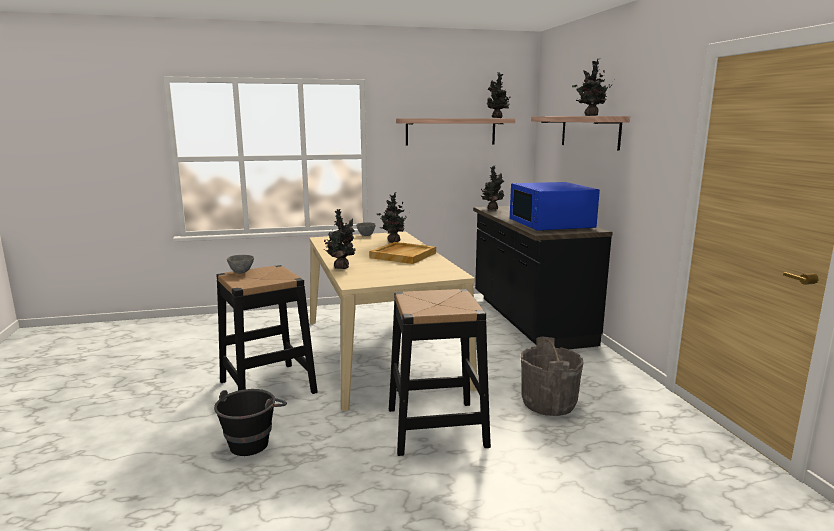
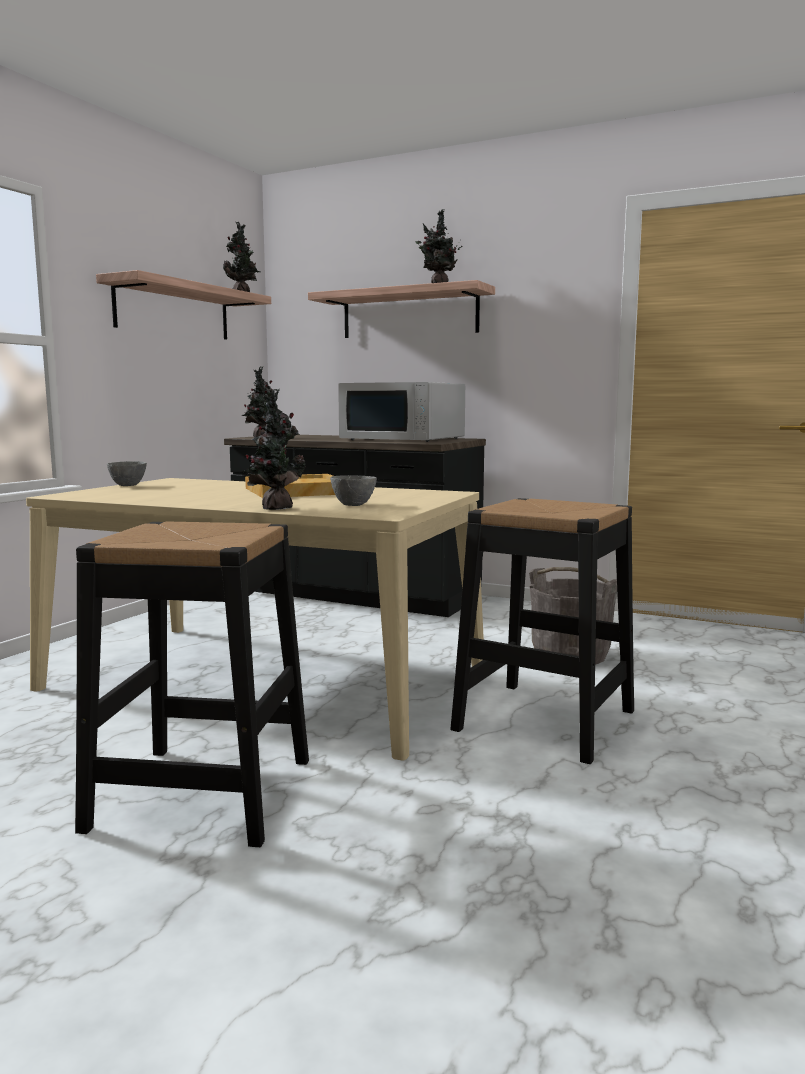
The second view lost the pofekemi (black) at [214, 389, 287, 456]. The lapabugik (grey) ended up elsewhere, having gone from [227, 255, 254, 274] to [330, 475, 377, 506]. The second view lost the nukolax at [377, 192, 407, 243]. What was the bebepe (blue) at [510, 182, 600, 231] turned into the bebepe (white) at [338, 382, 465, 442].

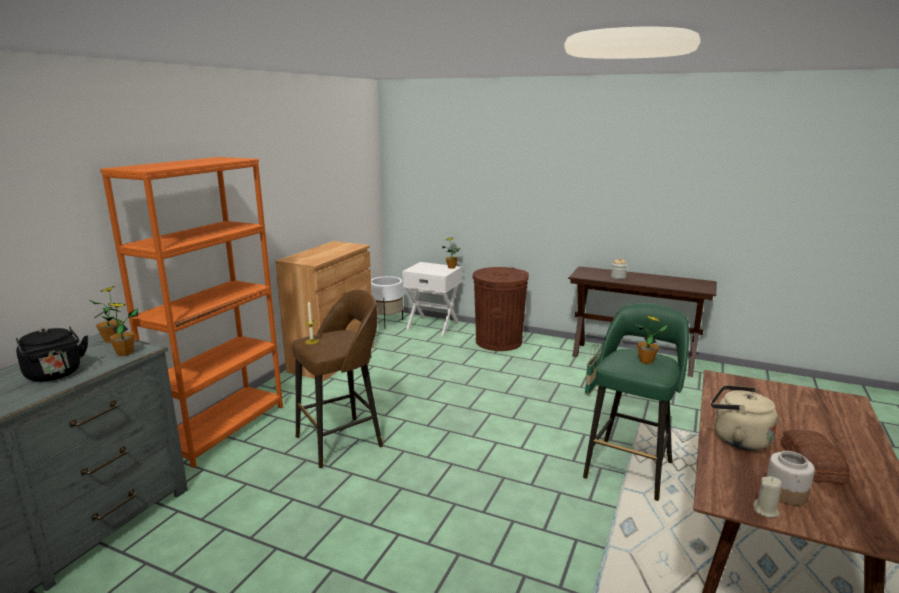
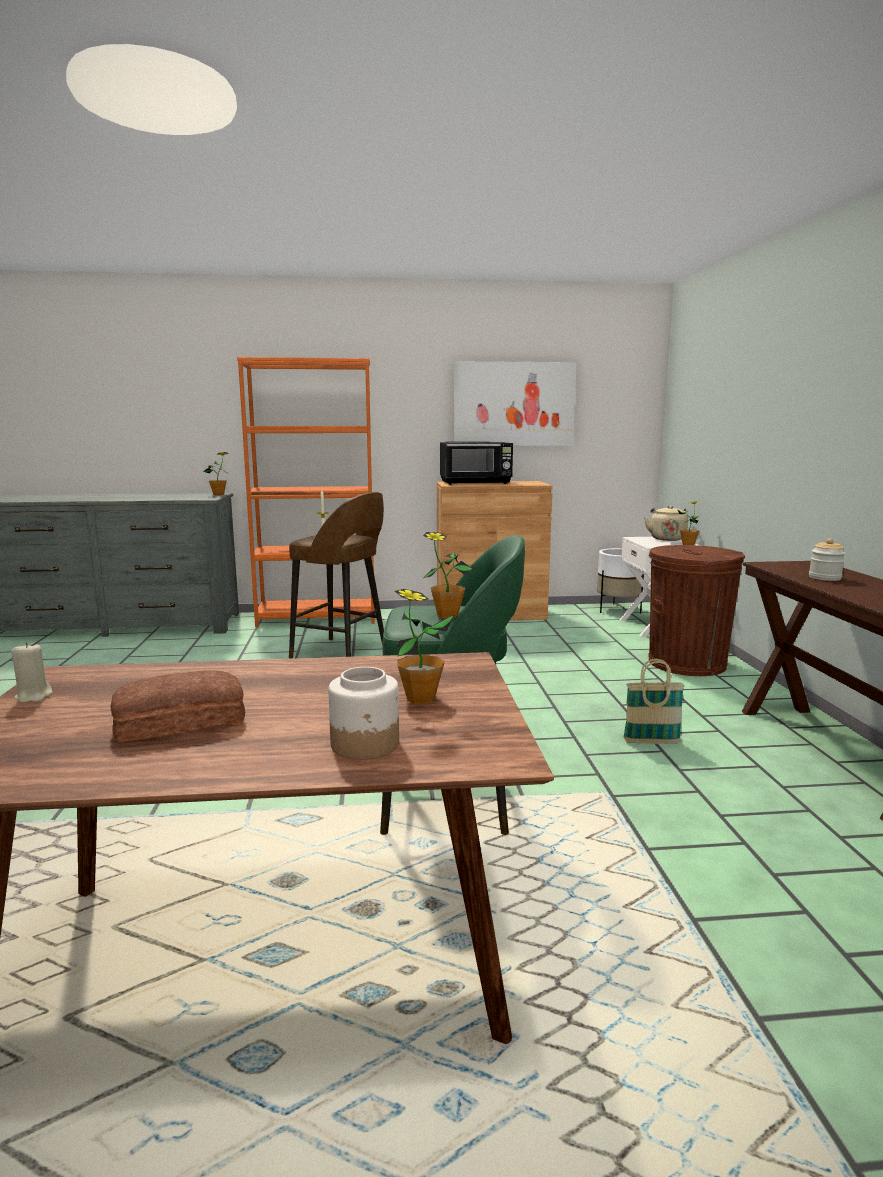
The second view lost the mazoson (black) at [16, 326, 88, 382]. The nukolax ended up elsewhere, having gone from [101, 303, 138, 356] to [395, 589, 454, 704]. The mazoson (beige) ended up elsewhere, having gone from [711, 385, 778, 451] to [644, 506, 688, 541]. The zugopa ended up elsewhere, having gone from [766, 451, 815, 506] to [328, 667, 399, 760]. The second view gained the bebepe (black) at [440, 441, 513, 485]. The second view gained the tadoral at [454, 361, 576, 446].

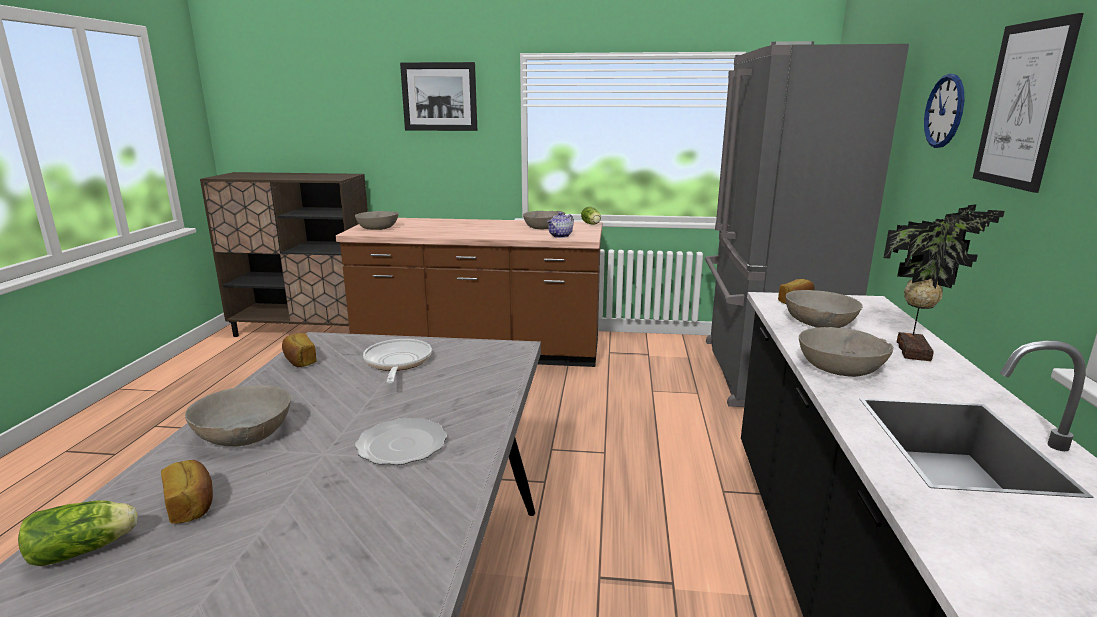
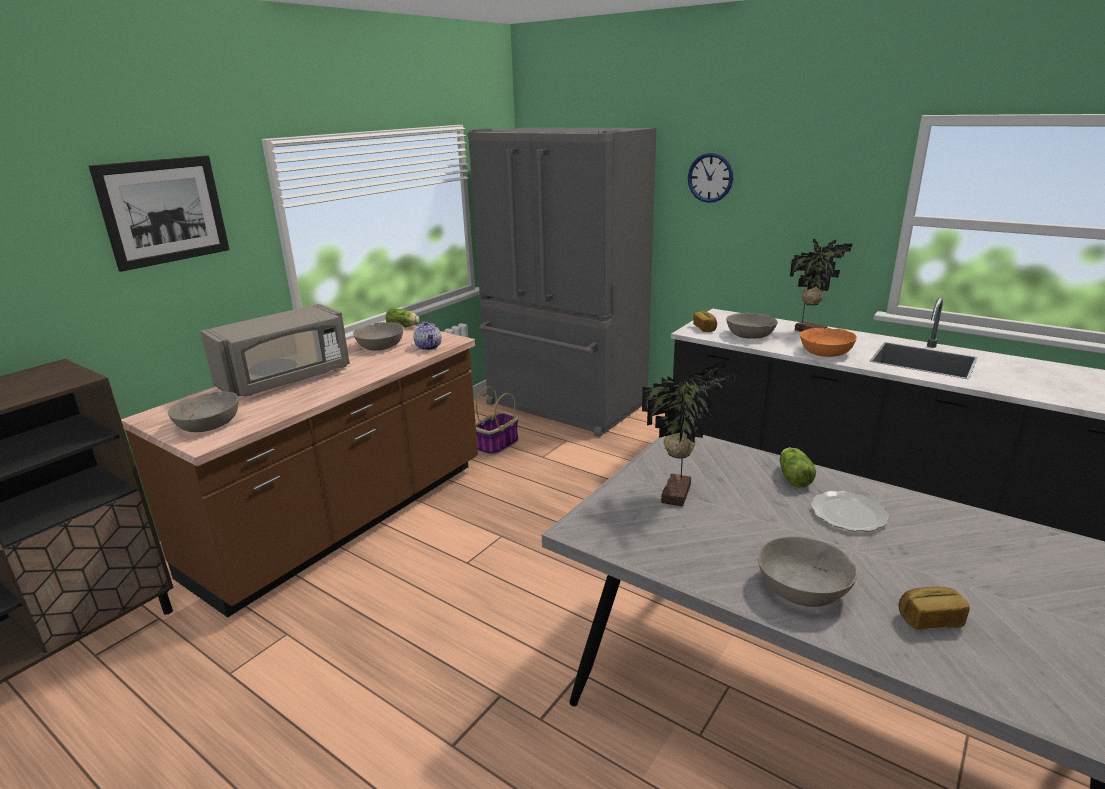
The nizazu ended up elsewhere, having gone from [18, 500, 138, 566] to [780, 448, 816, 488]. The second view lost the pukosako at [282, 333, 317, 367]. Where the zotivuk stood at [363, 339, 432, 383], the nukolax came to stand at [642, 362, 735, 507]. What was the lapabugik (grey) at [799, 327, 894, 377] turned into the lapabugik (orange) at [800, 328, 857, 357]. The second view lost the tadoral at [973, 13, 1084, 193]. The second view gained the bebepe (grey) at [200, 304, 350, 397]. The second view gained the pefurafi at [476, 387, 518, 455].

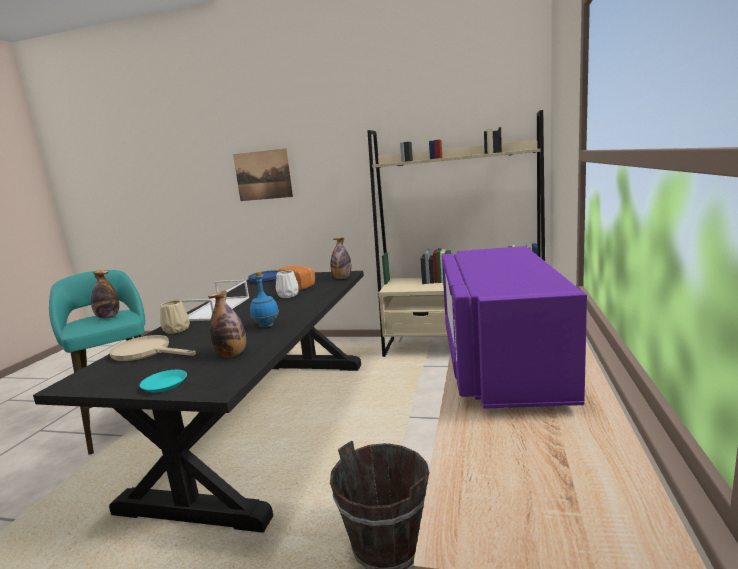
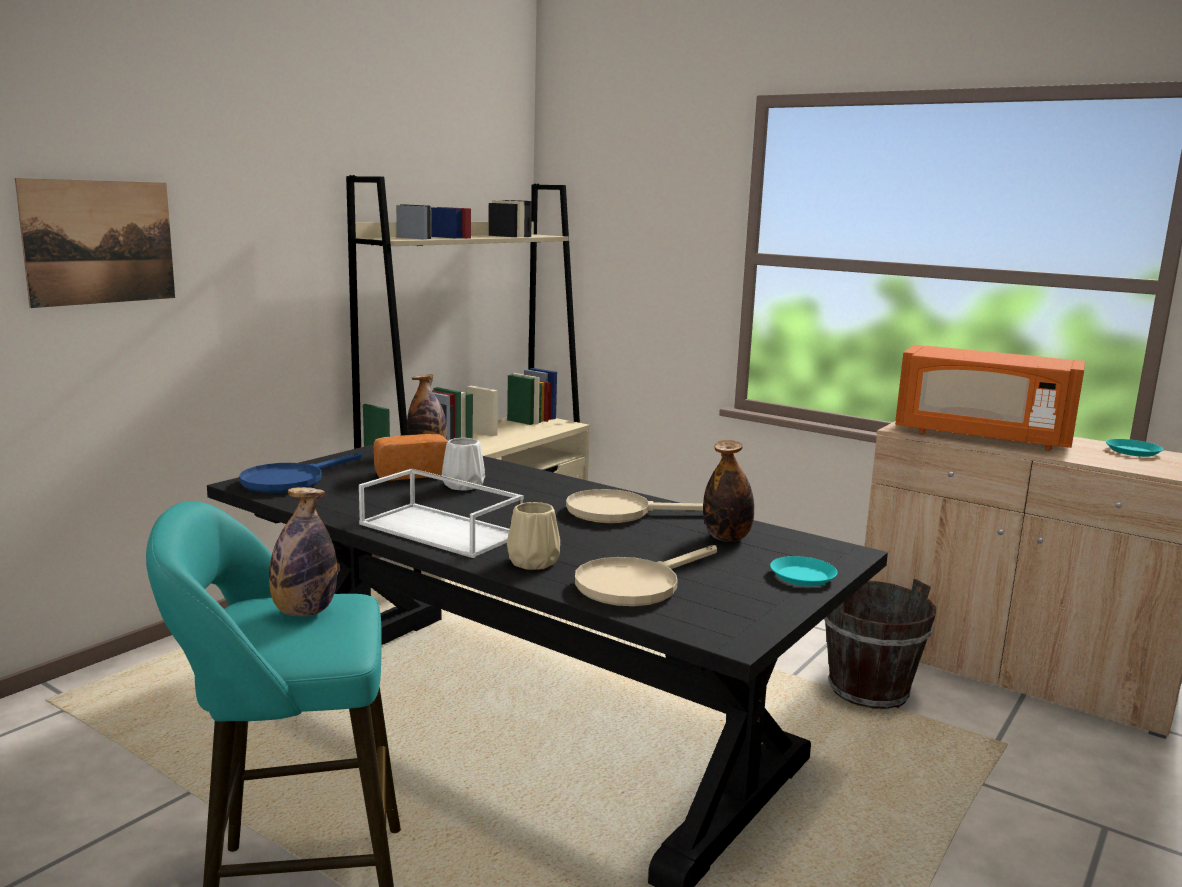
Where the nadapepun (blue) stood at [250, 272, 279, 328], the zotivuk (beige) came to stand at [566, 489, 703, 523]. What was the bebepe (purple) at [442, 246, 587, 409] turned into the bebepe (orange) at [895, 345, 1085, 450]. The second view gained the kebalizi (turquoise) at [1106, 439, 1163, 457].

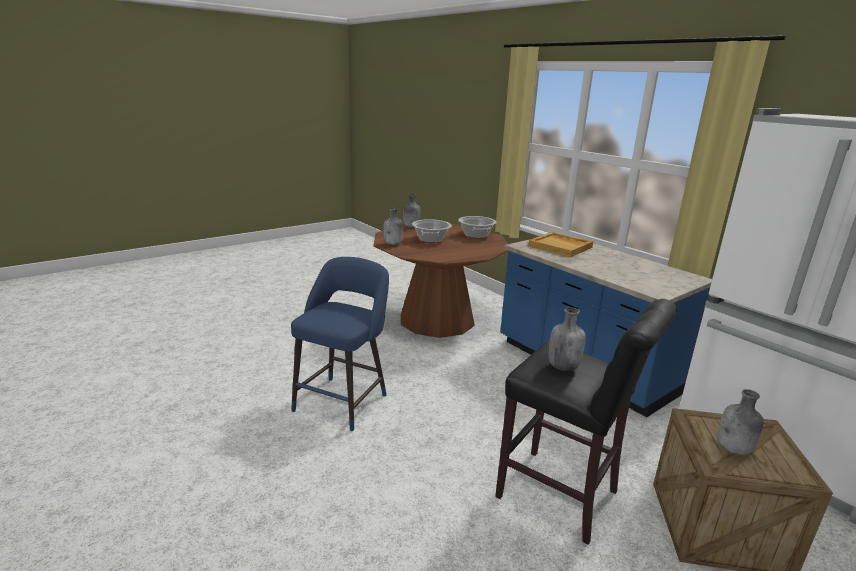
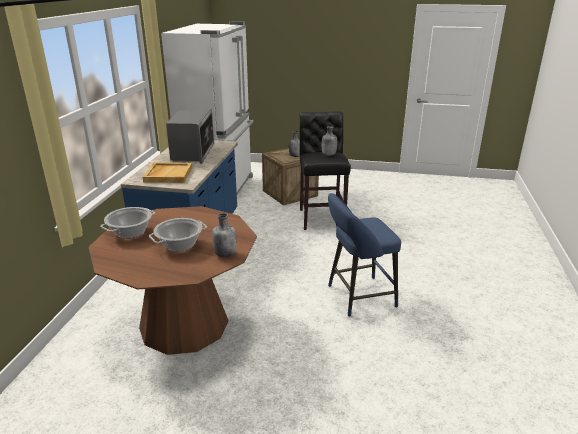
The second view lost the nadapepun (grey) at [403, 194, 420, 227]. The second view gained the bebepe at [166, 108, 214, 164].

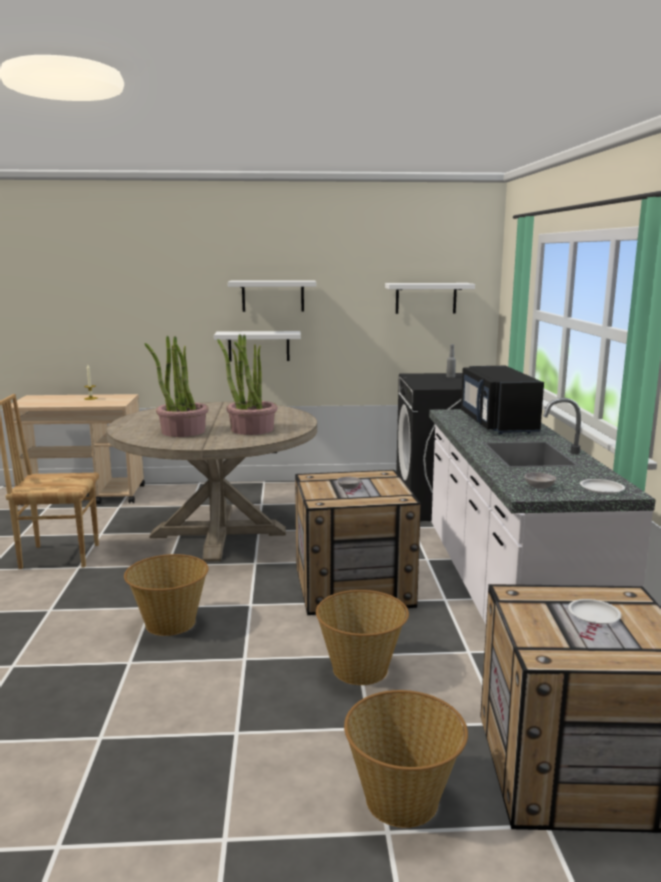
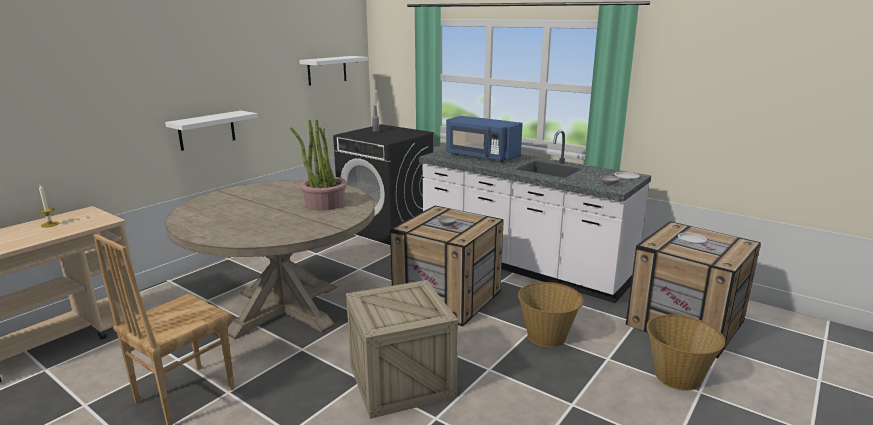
Where the pefurafi stood at [124, 554, 209, 636], the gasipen came to stand at [346, 280, 458, 419]. The second view lost the nukolax at [145, 336, 209, 437]. The second view lost the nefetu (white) at [228, 280, 316, 312]. What was the bebepe (black) at [461, 366, 544, 434] turned into the bebepe (blue) at [446, 116, 523, 162].

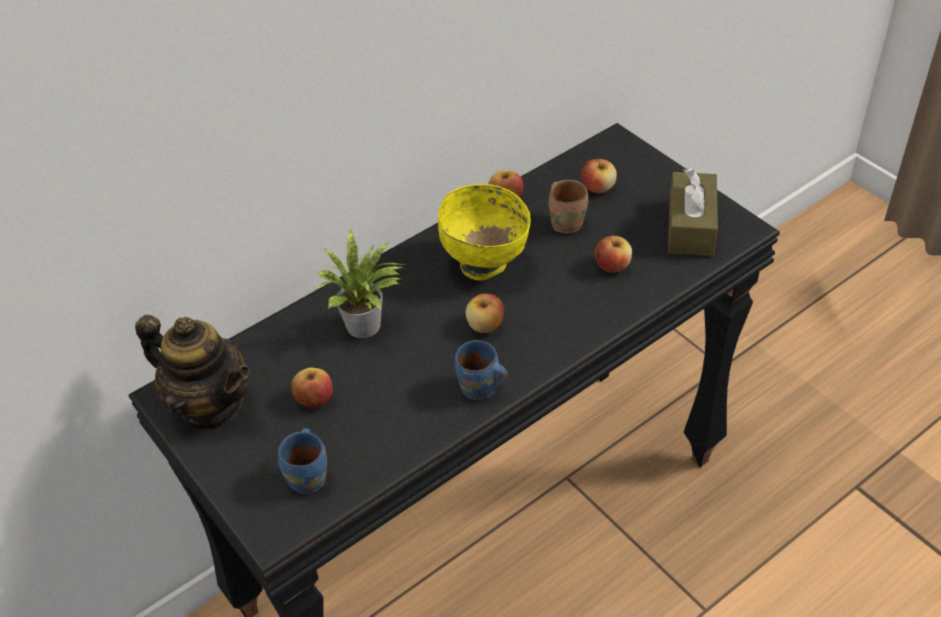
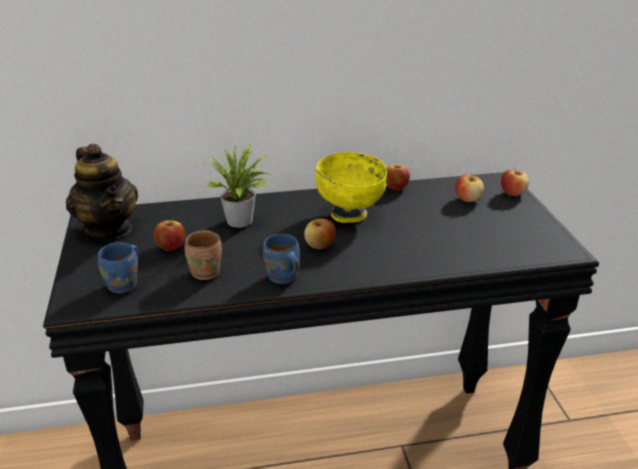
The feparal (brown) ended up elsewhere, having gone from [548, 180, 588, 233] to [185, 230, 222, 280]. The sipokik ended up elsewhere, having gone from [594, 236, 632, 273] to [501, 167, 529, 196]. The second view lost the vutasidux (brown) at [668, 168, 718, 256].

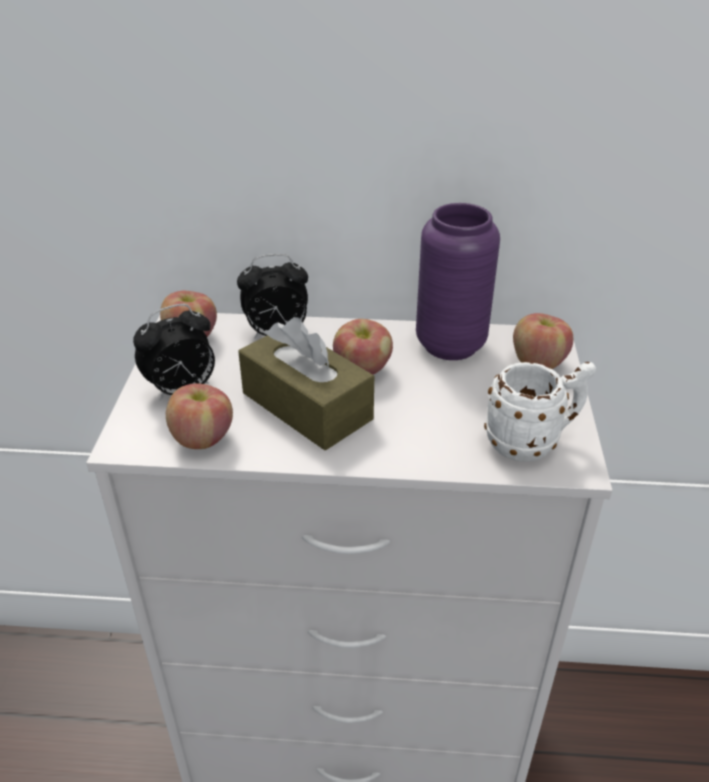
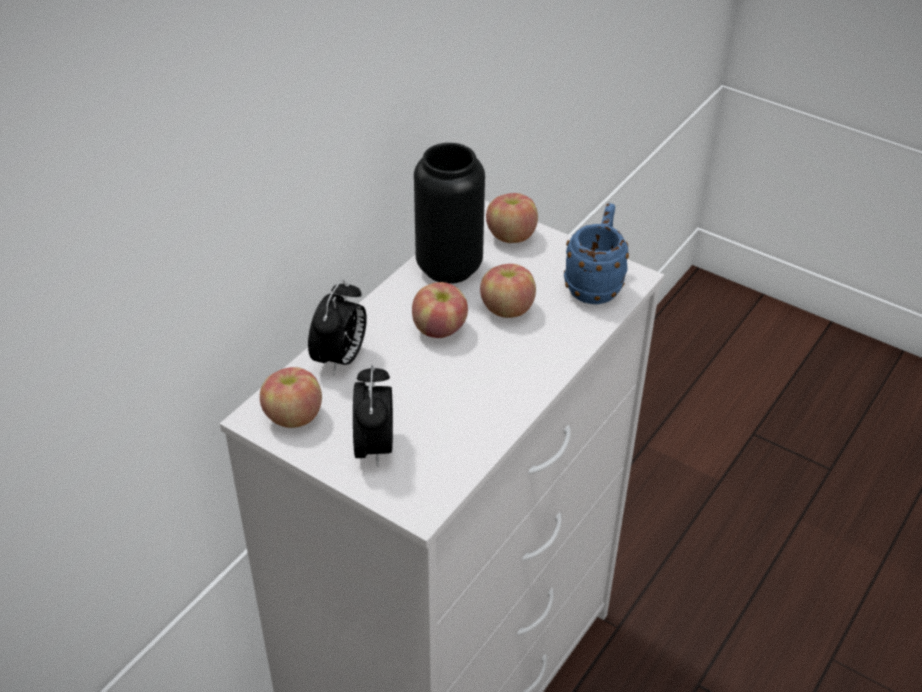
The sipokik ended up elsewhere, having gone from [166, 383, 233, 449] to [480, 264, 536, 318]. The second view lost the vutasidux (brown) at [238, 317, 374, 450]. What was the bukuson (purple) at [416, 203, 500, 360] turned into the bukuson (black) at [414, 143, 485, 284]. What was the feparal (white) at [484, 362, 596, 462] turned into the feparal (blue) at [564, 203, 629, 304].

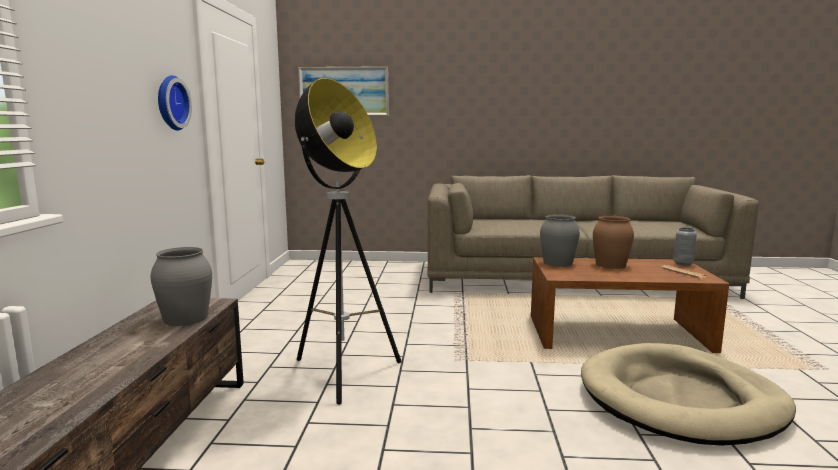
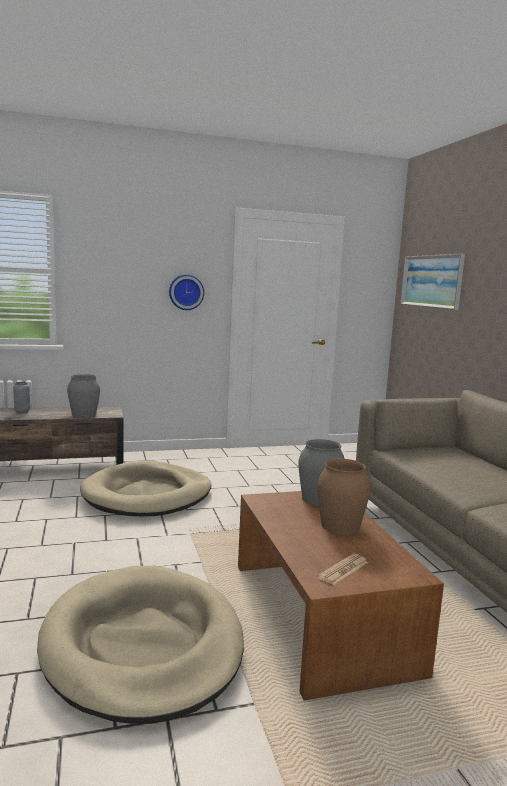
Where the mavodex stood at [295, 78, 401, 405], the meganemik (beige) came to stand at [80, 461, 212, 516]. The bukuson (grey) ended up elsewhere, having gone from [674, 227, 697, 266] to [13, 382, 30, 413].

